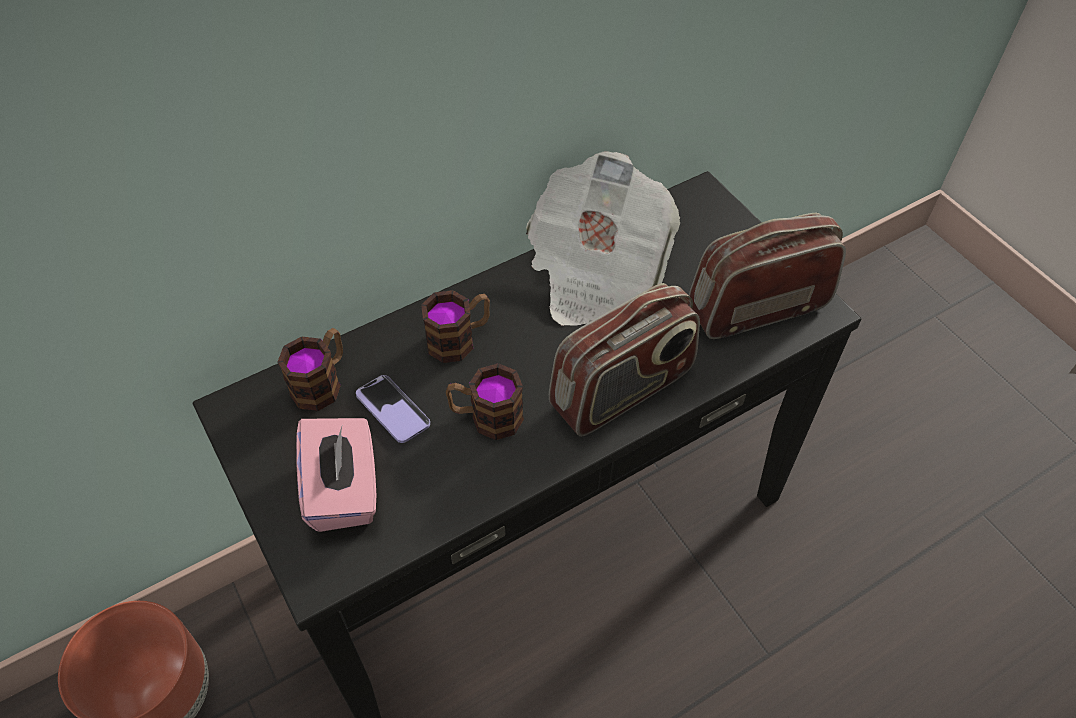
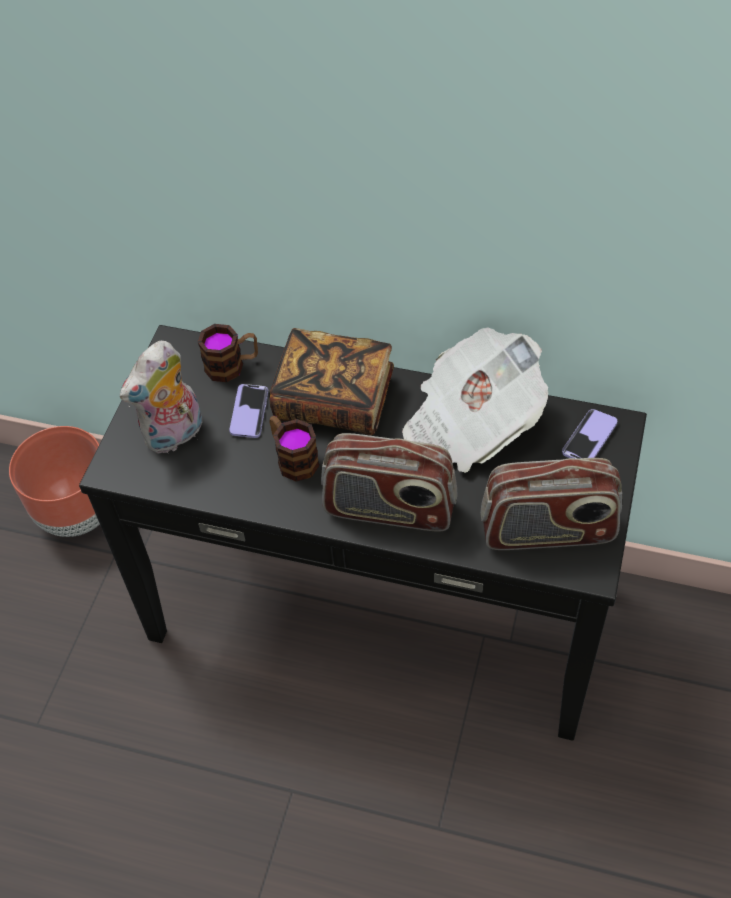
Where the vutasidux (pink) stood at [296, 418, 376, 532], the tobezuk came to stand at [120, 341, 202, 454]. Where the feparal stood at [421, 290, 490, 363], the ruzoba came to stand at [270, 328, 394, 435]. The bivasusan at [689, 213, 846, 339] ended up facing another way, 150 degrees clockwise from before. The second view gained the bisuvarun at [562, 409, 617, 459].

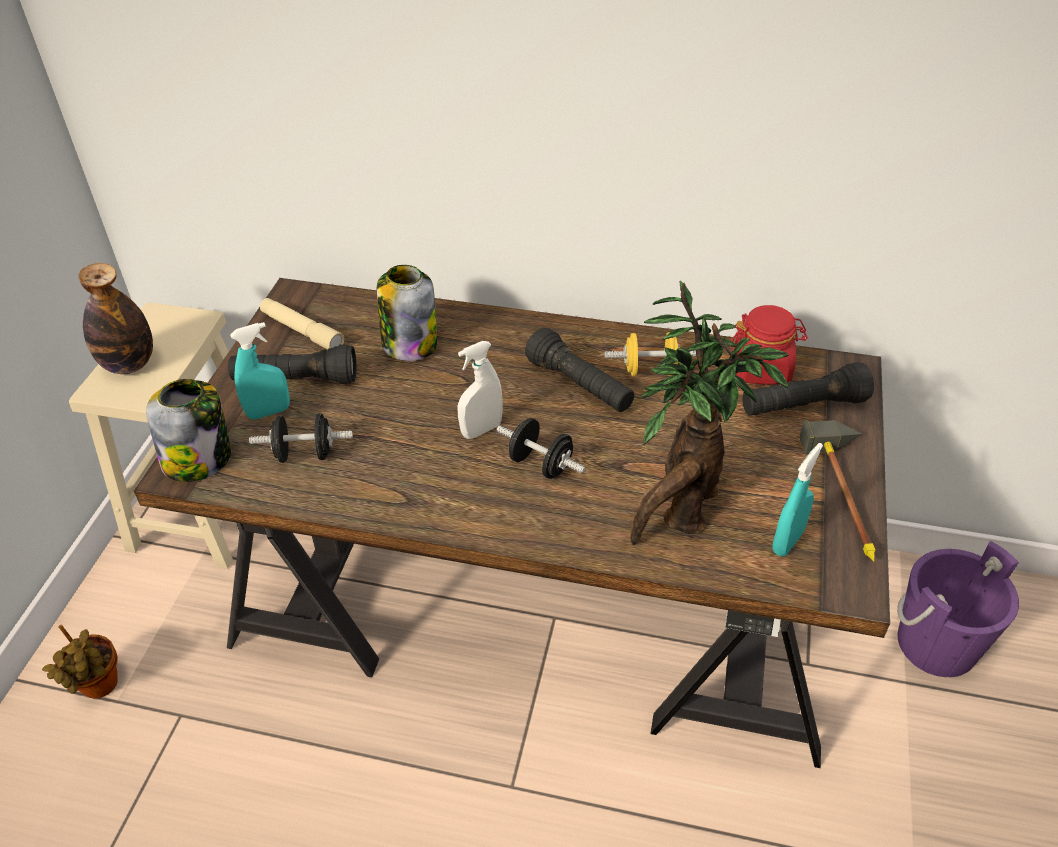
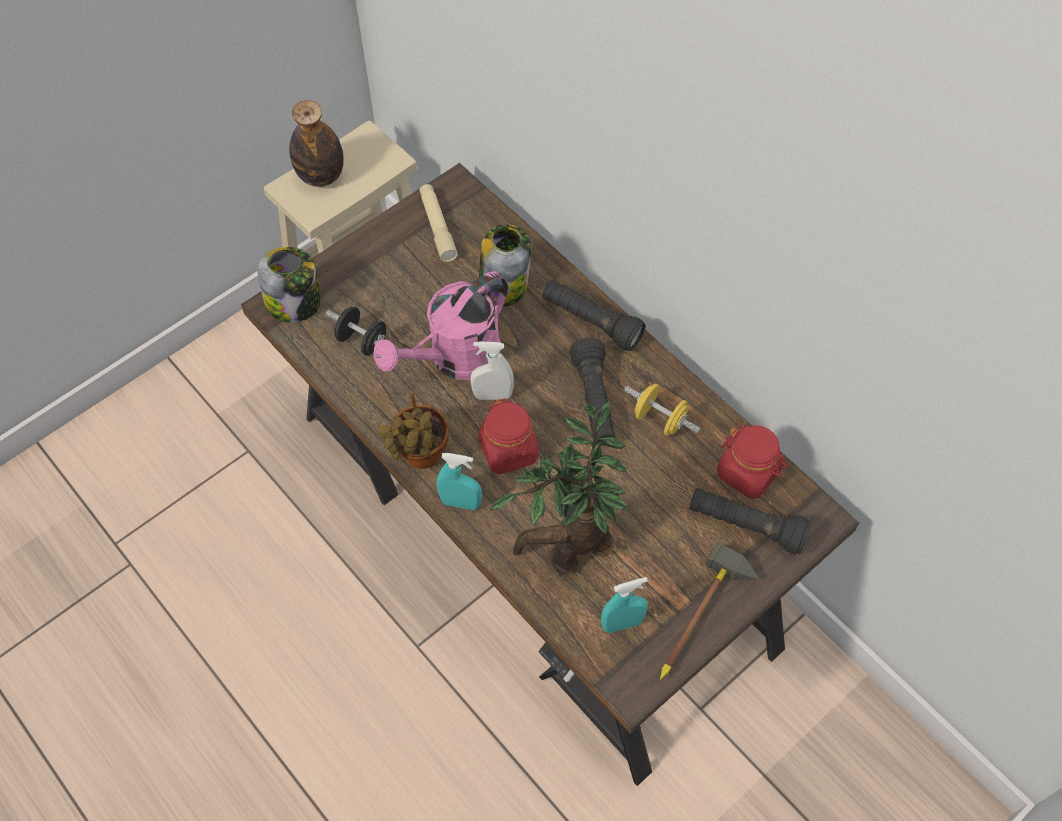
The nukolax ended up elsewhere, having gone from [42, 625, 118, 699] to [378, 391, 449, 469]. The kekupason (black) ended up elsewhere, having gone from [228, 344, 357, 384] to [543, 280, 646, 351]. The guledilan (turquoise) ended up elsewhere, having gone from [230, 322, 290, 420] to [437, 453, 482, 510]. Where the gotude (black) stood at [497, 418, 586, 479], the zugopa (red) came to stand at [479, 398, 539, 474]. The second view lost the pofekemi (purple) at [897, 541, 1019, 677]. The second view gained the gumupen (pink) at [374, 271, 508, 380].

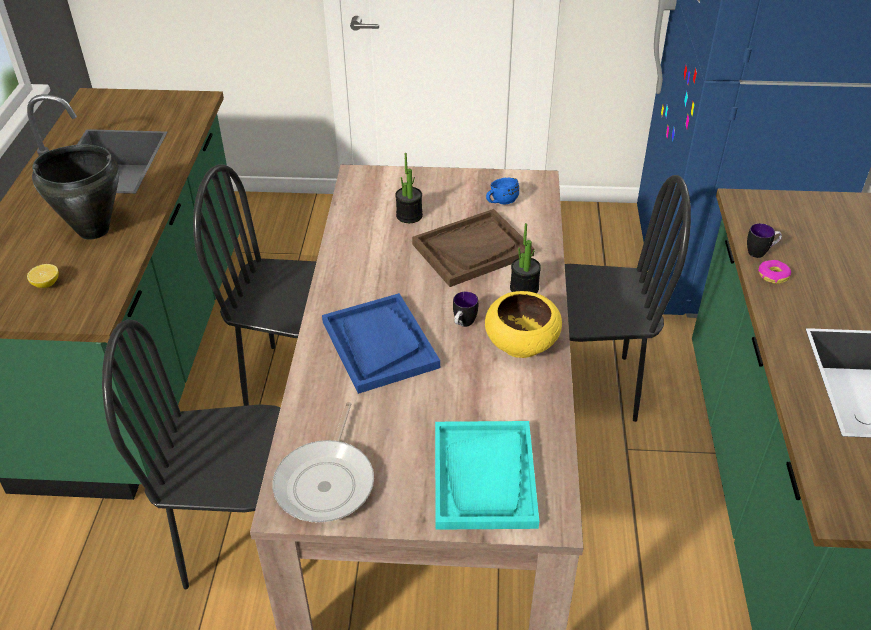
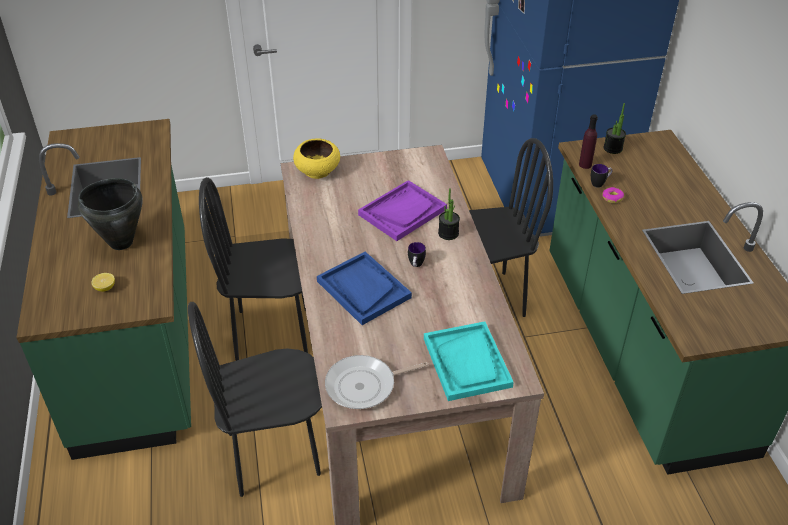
The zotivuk at [273, 402, 374, 523] ended up facing another way, 75 degrees clockwise from before. The nukolax ended up elsewhere, having gone from [395, 153, 423, 223] to [604, 103, 626, 154]. What was the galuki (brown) at [412, 209, 534, 287] turned into the galuki (purple) at [358, 180, 447, 241]. The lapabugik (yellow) ended up elsewhere, having gone from [485, 291, 562, 358] to [293, 138, 340, 179]. The second view lost the feparal (blue) at [486, 178, 519, 205]. The second view gained the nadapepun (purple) at [579, 114, 598, 169].

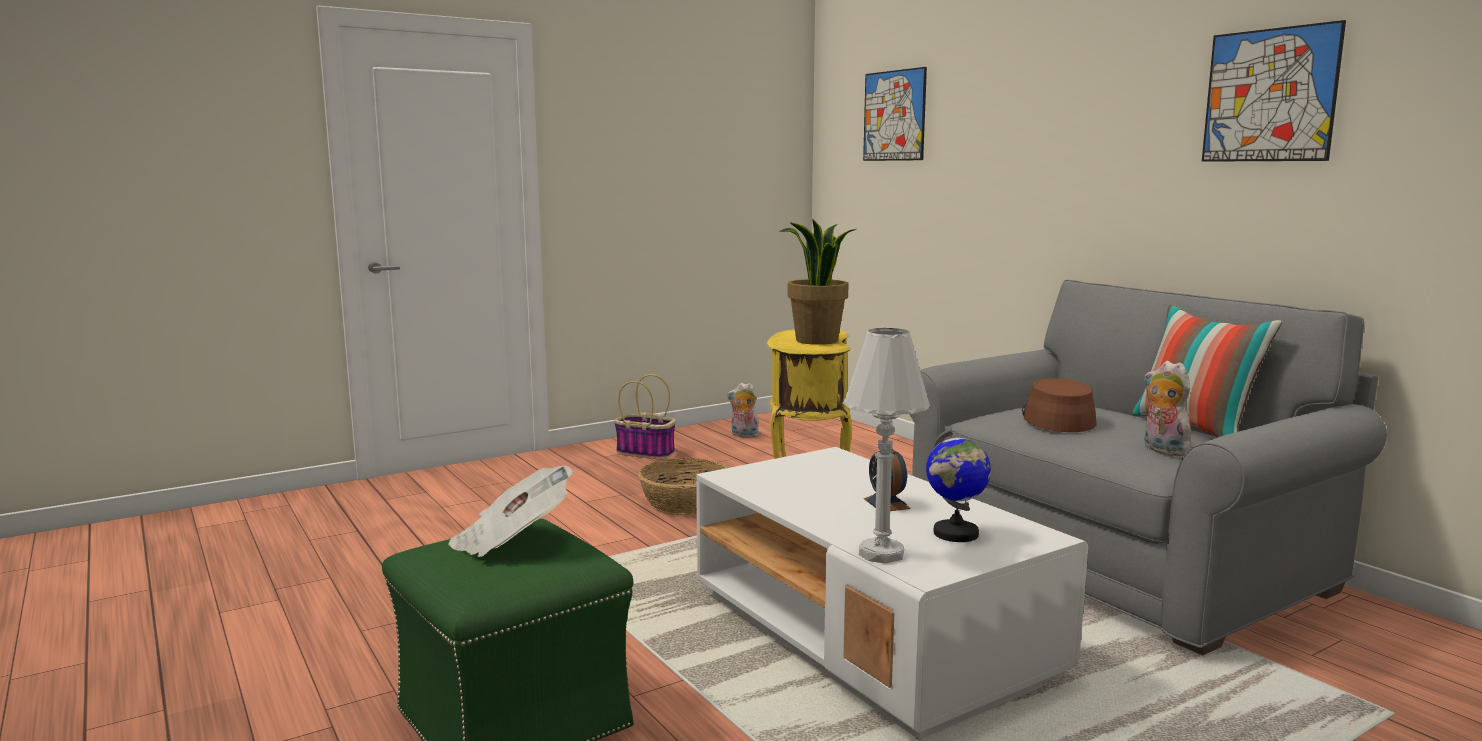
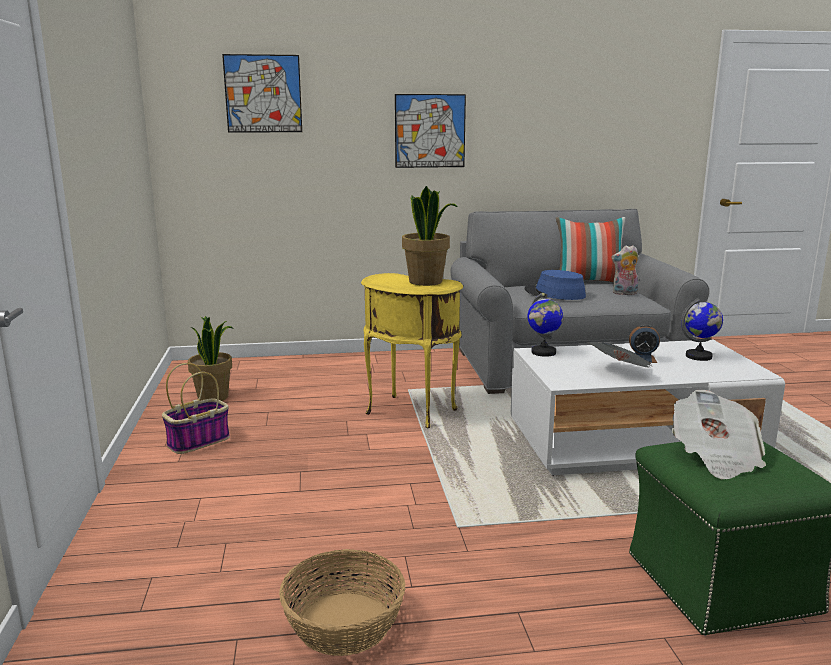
The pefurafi ended up elsewhere, having gone from [638, 458, 727, 515] to [279, 549, 405, 656]. Where the tobezuk stood at [727, 383, 759, 438], the nukolax came to stand at [188, 316, 234, 401]. The second view lost the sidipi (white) at [843, 328, 930, 564]. What was the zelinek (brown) at [1022, 378, 1097, 432] turned into the zelinek (blue) at [525, 270, 586, 300]. The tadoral ended up elsewhere, having gone from [1202, 20, 1346, 162] to [395, 94, 466, 168]. The second view gained the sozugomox at [527, 293, 563, 357]. The second view gained the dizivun at [586, 342, 651, 367].

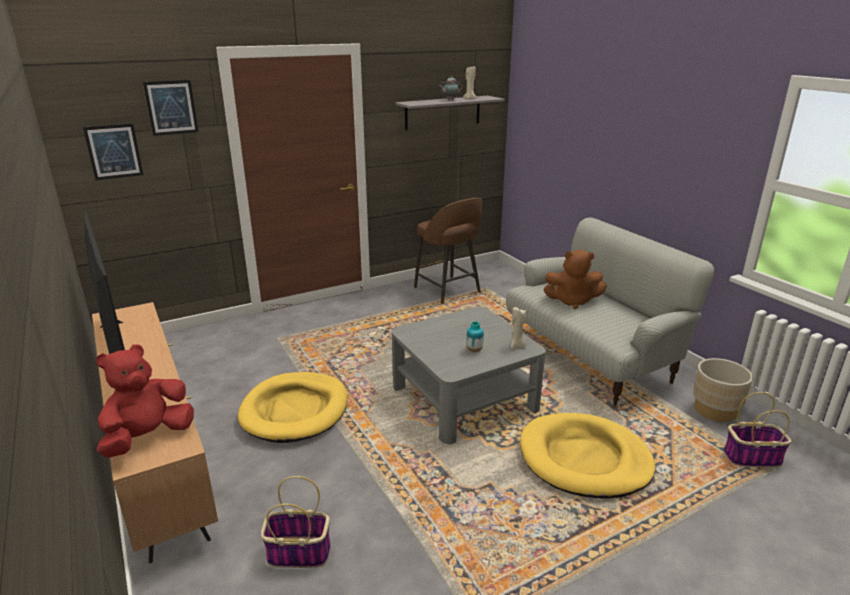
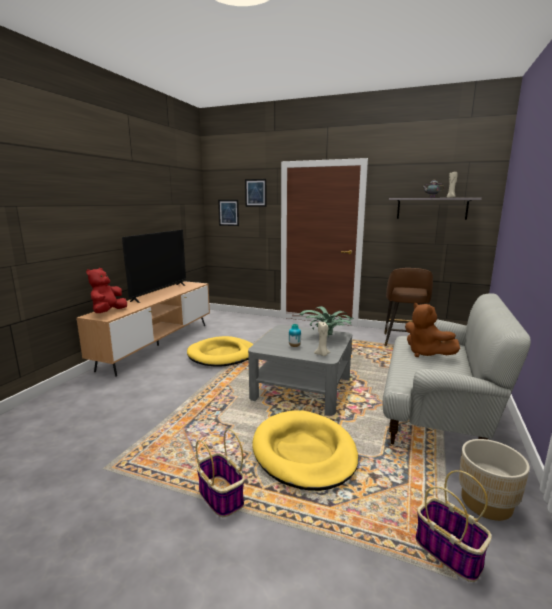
The tobezuk (red) at [96, 344, 194, 458] ended up facing another way, 75 degrees counterclockwise from before. The pefurafi ended up elsewhere, having gone from [261, 476, 331, 568] to [196, 429, 245, 517]. The second view gained the nukolax at [300, 306, 353, 336].

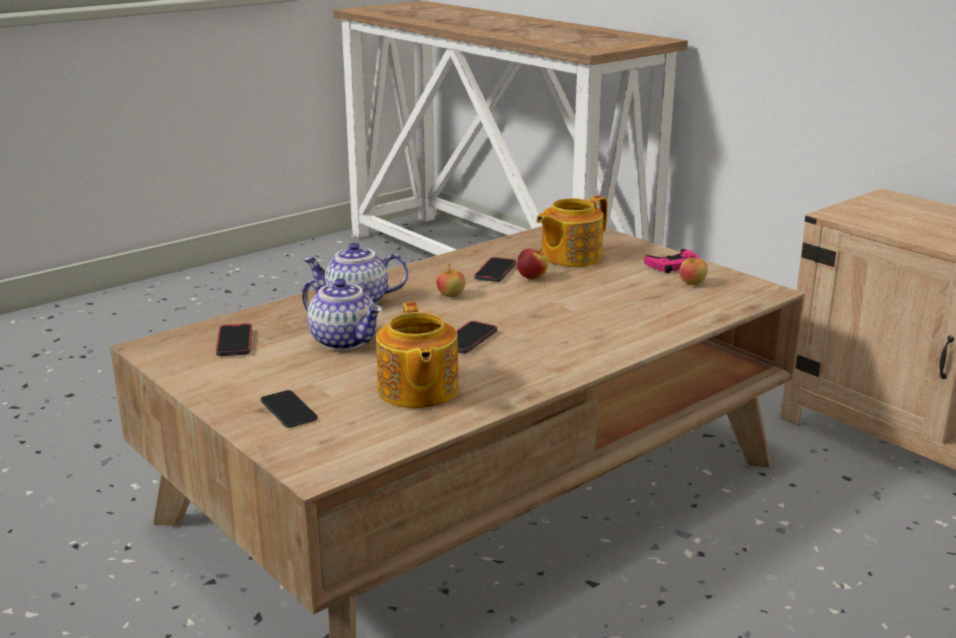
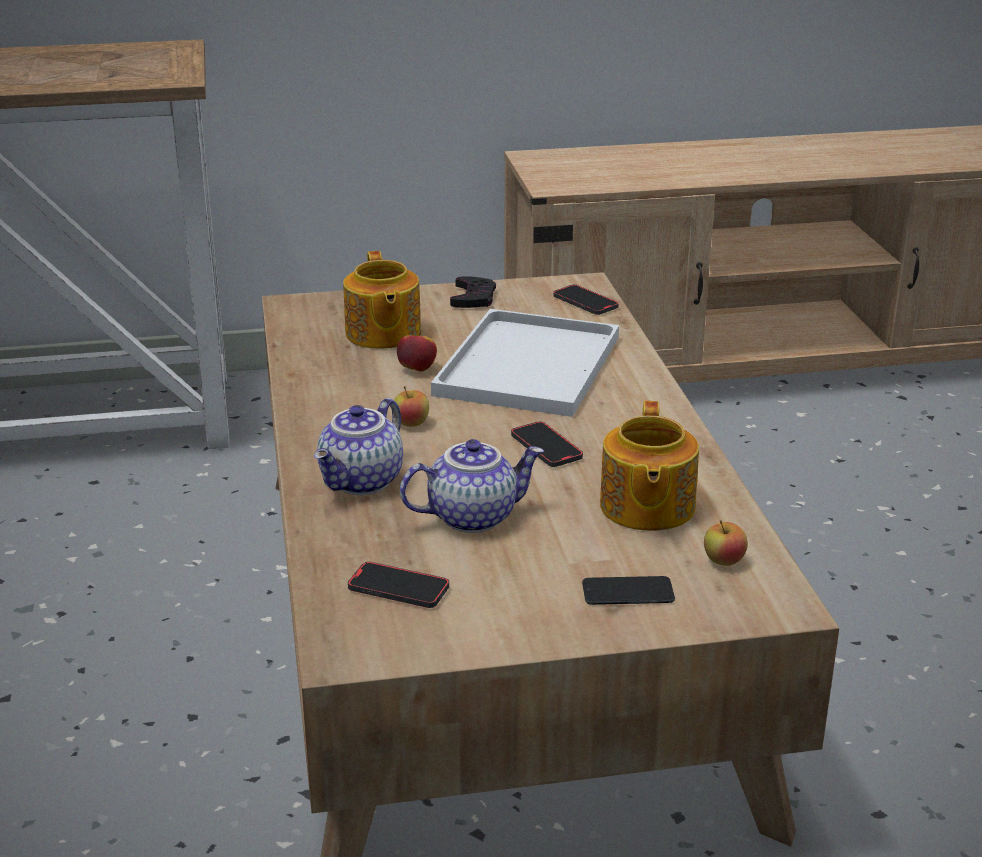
The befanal at [376, 302, 459, 408] ended up facing another way, 75 degrees clockwise from before. The bisuvarun ended up elsewhere, having gone from [474, 257, 516, 282] to [553, 285, 619, 315]. What was the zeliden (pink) at [644, 249, 700, 273] turned into the zeliden (black) at [450, 276, 496, 308]. The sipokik ended up elsewhere, having gone from [679, 253, 708, 285] to [704, 520, 748, 566]. The second view gained the galuki (white) at [431, 309, 619, 417].

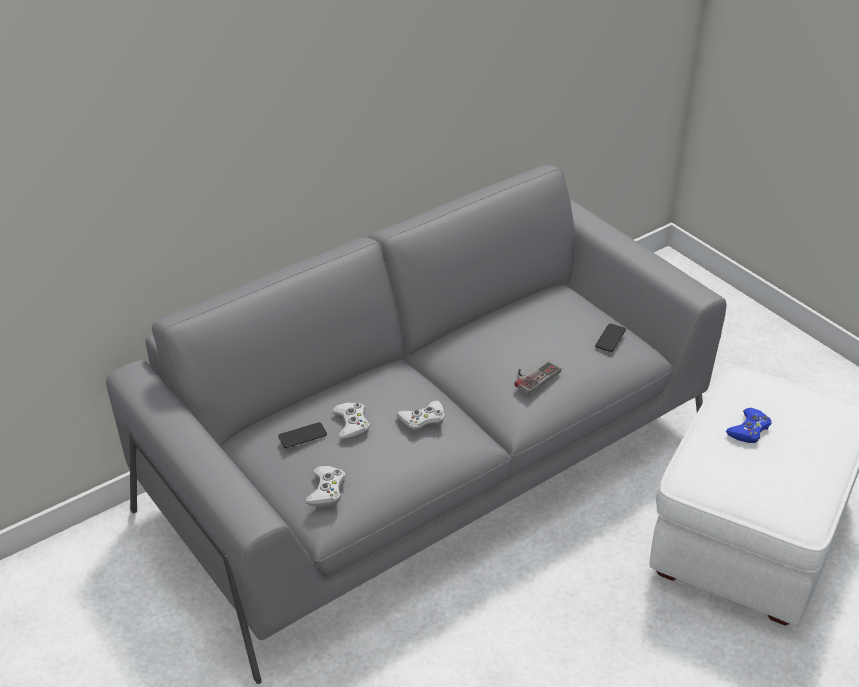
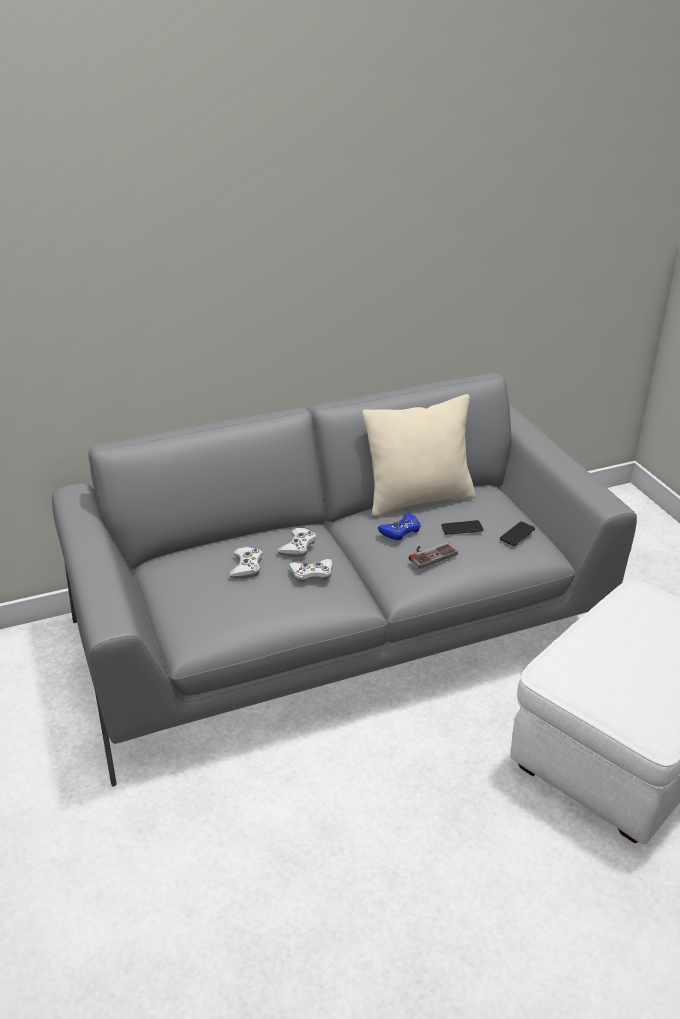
The bisuvarun ended up elsewhere, having gone from [278, 422, 327, 448] to [441, 520, 483, 535]. The zeliden (white) ended up elsewhere, having gone from [305, 466, 346, 507] to [277, 528, 316, 557]. The zeliden (blue) ended up elsewhere, having gone from [726, 408, 772, 443] to [377, 514, 421, 540]. The second view gained the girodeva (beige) at [362, 394, 475, 516].

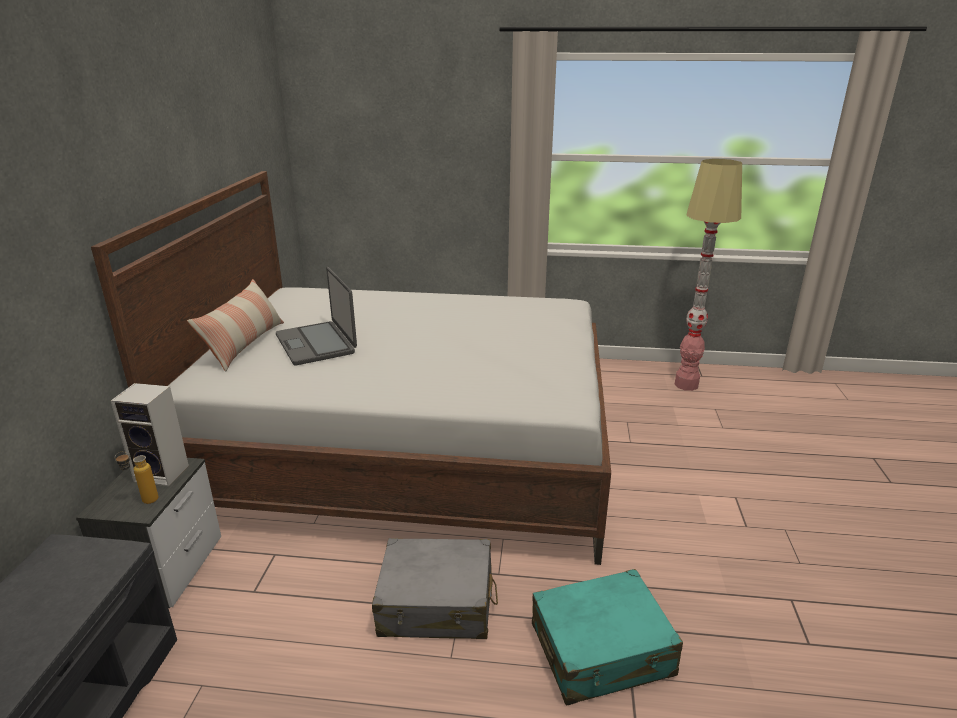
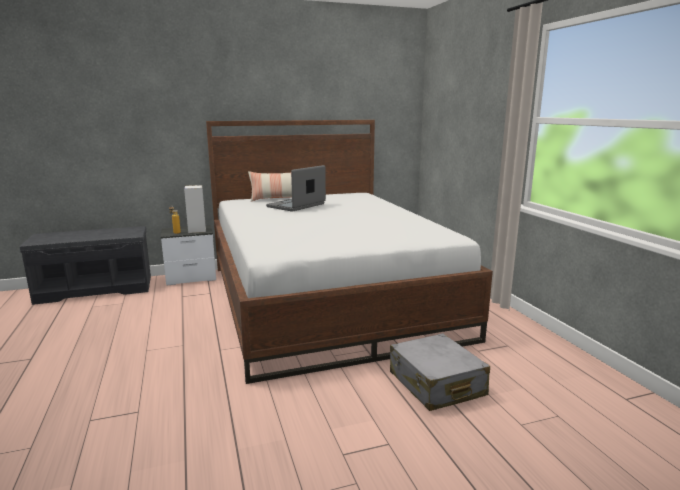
The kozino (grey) ended up elsewhere, having gone from [372, 538, 498, 639] to [390, 333, 490, 411]. The second view lost the kozino (turquoise) at [532, 569, 683, 706]. The second view lost the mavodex at [674, 159, 742, 391].

